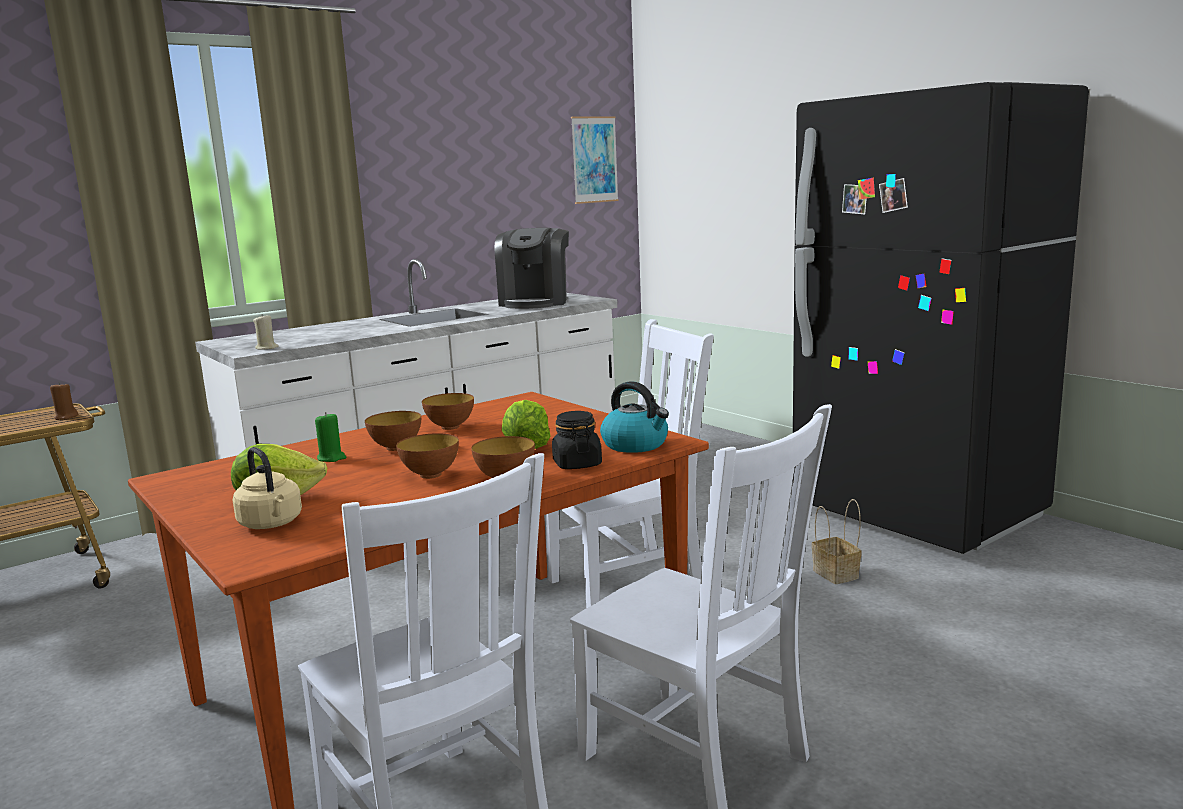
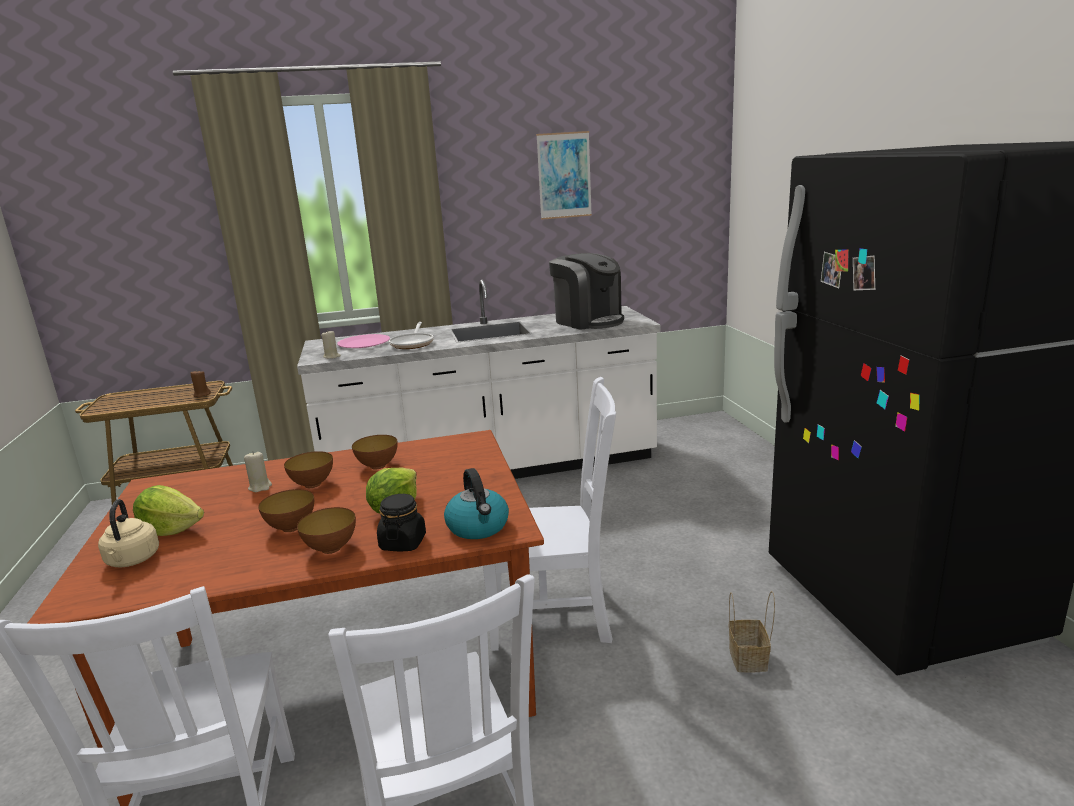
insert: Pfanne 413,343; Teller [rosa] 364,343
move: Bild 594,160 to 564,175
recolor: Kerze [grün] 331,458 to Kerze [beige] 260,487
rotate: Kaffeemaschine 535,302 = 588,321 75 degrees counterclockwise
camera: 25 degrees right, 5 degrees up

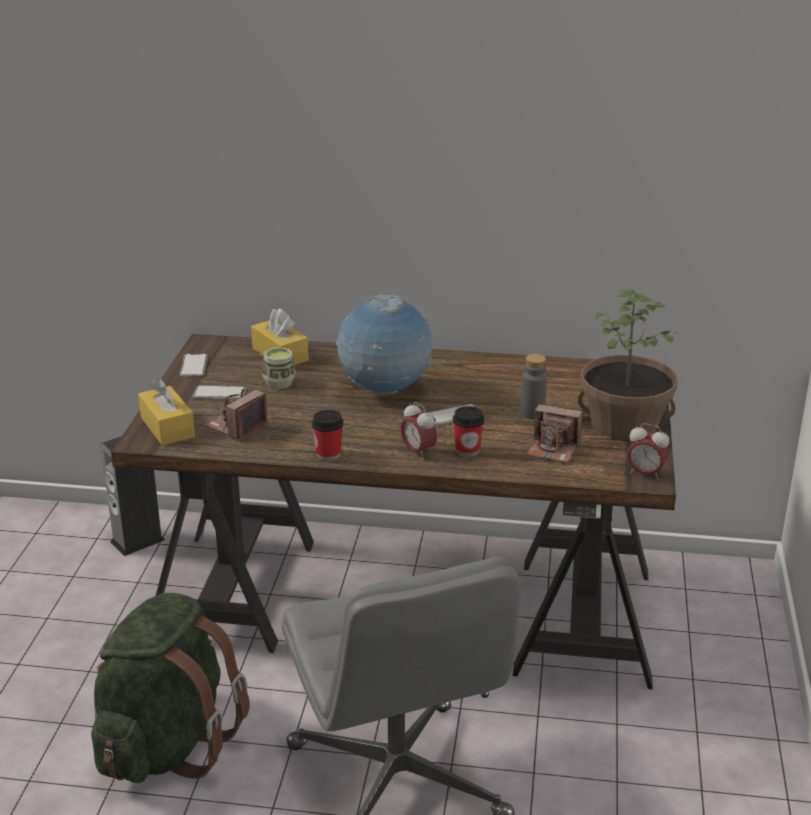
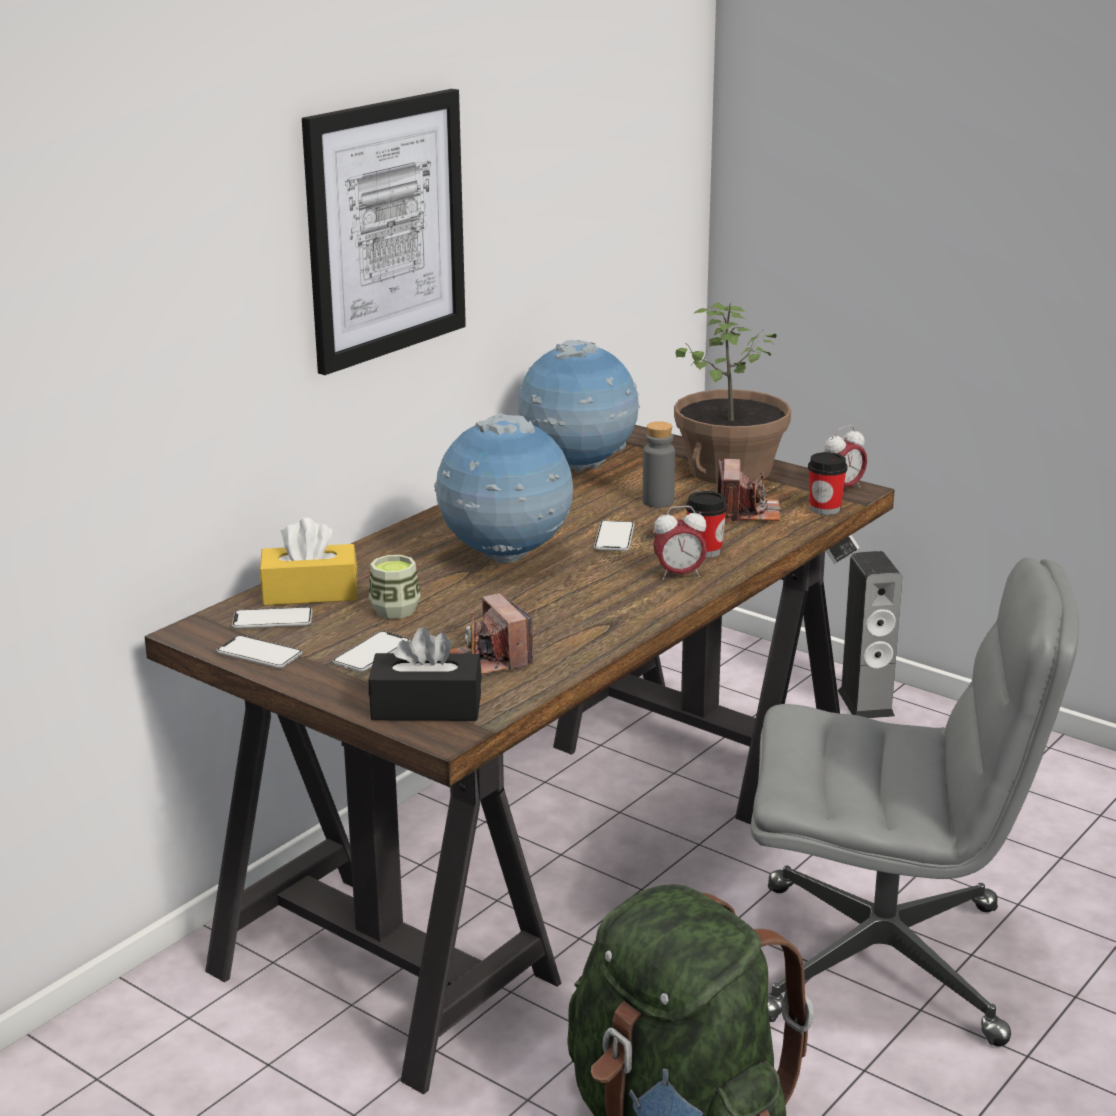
insert: Bild 385,228; Globus 578,468; Handy 272,620
move: Tasse 328,454 to 825,509; Lautsprecher 137,541 to 865,703
recolor: Taschentuchbox [gelb] 167,427 to Taschentuchbox [schwarz] 426,707
rotate: Kamera 553,449 = 747,512 45 degrees counterclockwise
camera: 60 degrees left, 5 degrees down

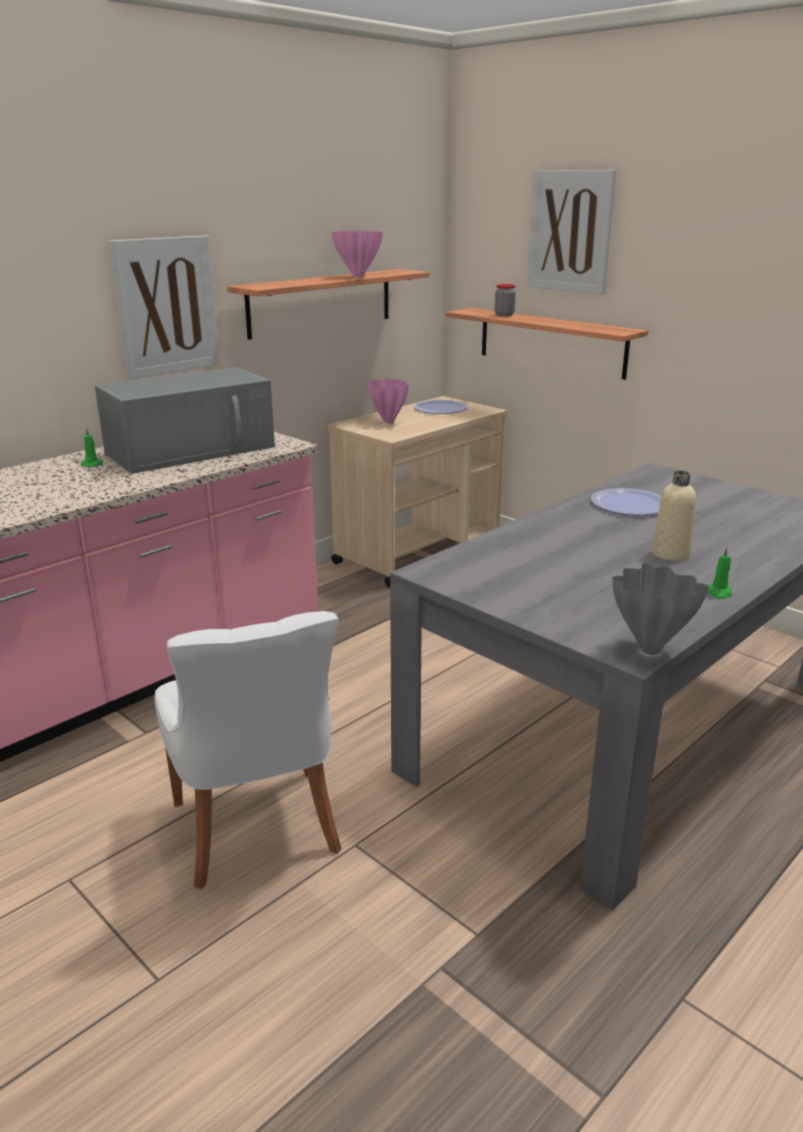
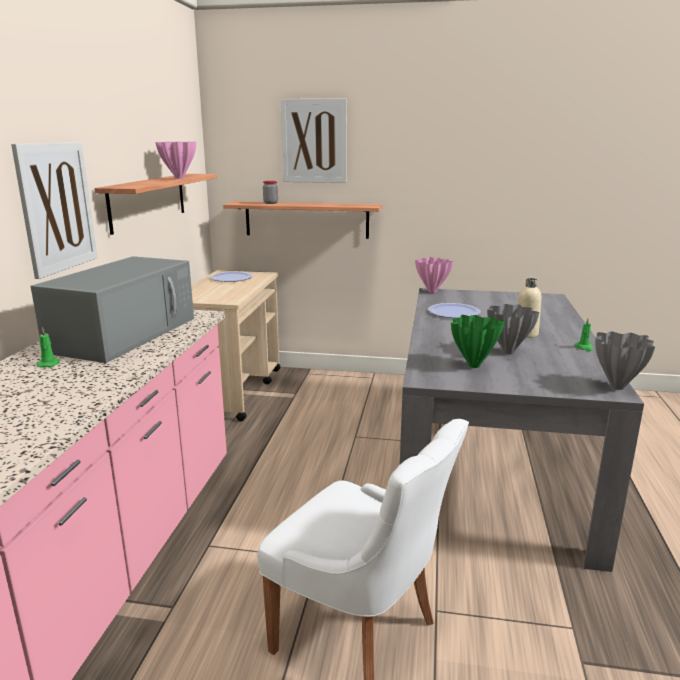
insert: Vase [grau] 508,352; Vase [grün] 473,365
move: Vase [rosa] 388,422 to 431,291
camera: 35 degrees left, 5 degrees down

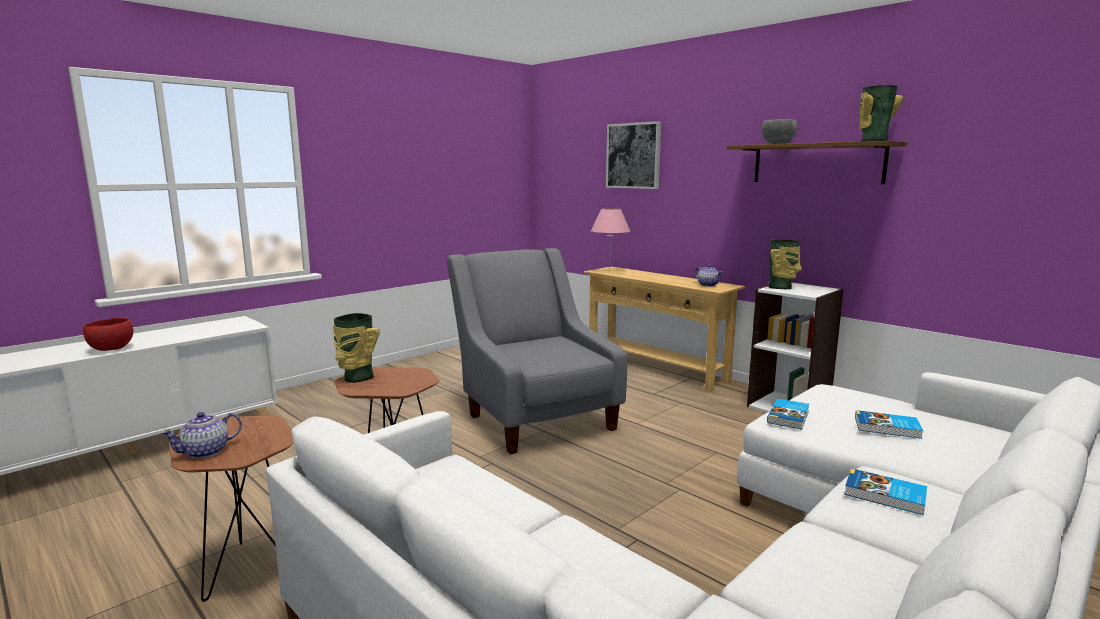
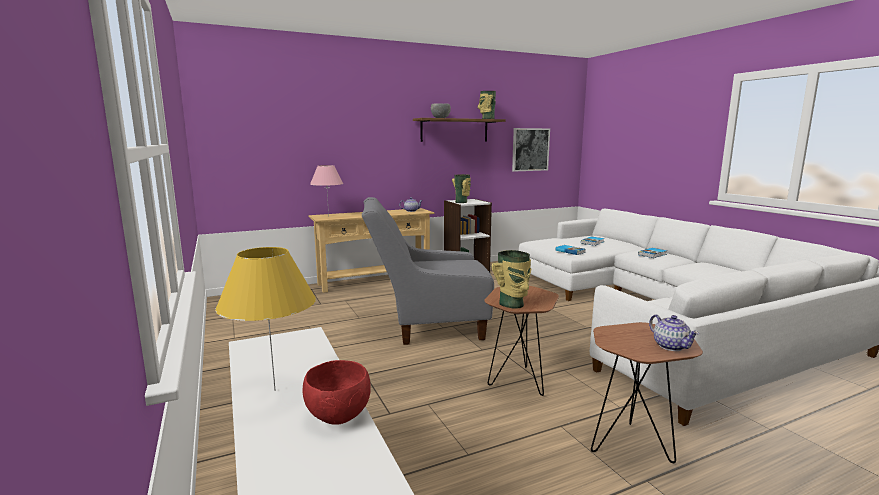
insert: Tischlampe [gelb] 275,390
move: Bild 633,156 to 530,149
camera: 70 degrees left, 0 degrees up

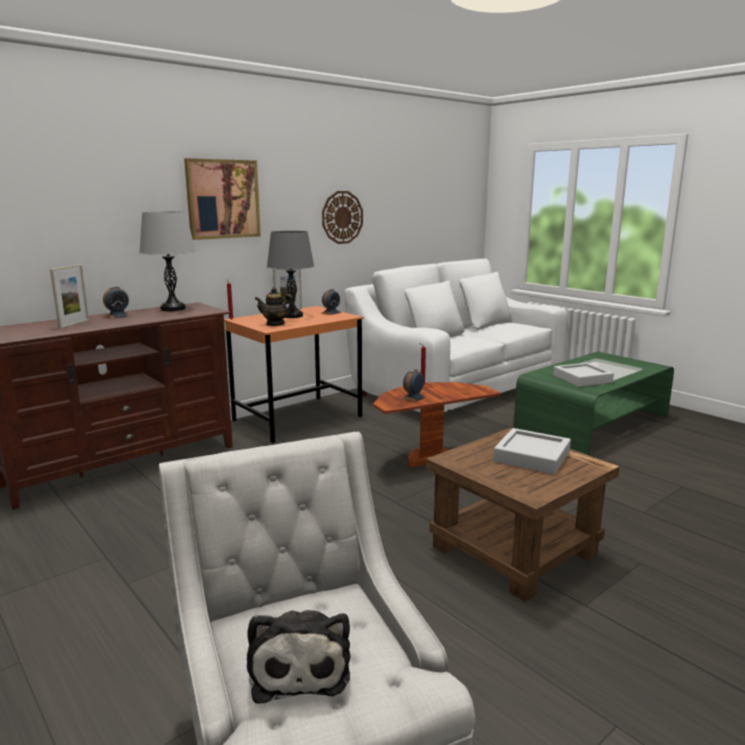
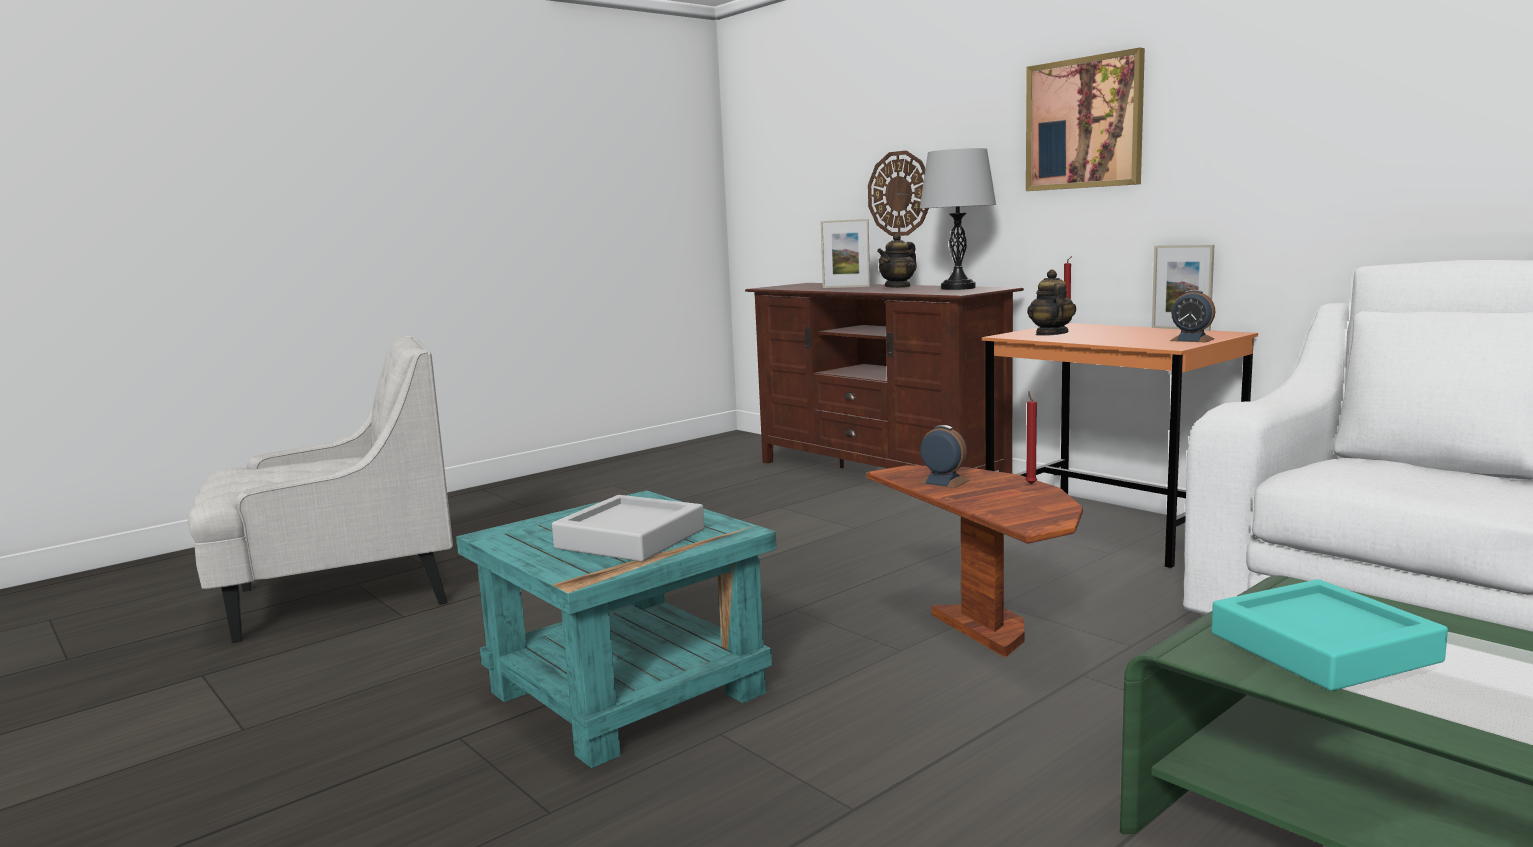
delete: Tischlampe [grau] 292,316; Plüschtier 299,666
move: Wanduhr 342,217 to 899,193
replace: Wecker 117,316 to Teekanne 898,287
recolor: Tablett [grau] 582,379 to Tablett [türkis] 1322,647; Beistelltisch [braun] 516,551 to Beistelltisch [türkis] 625,695
camera: 90 degrees right, 5 degrees down

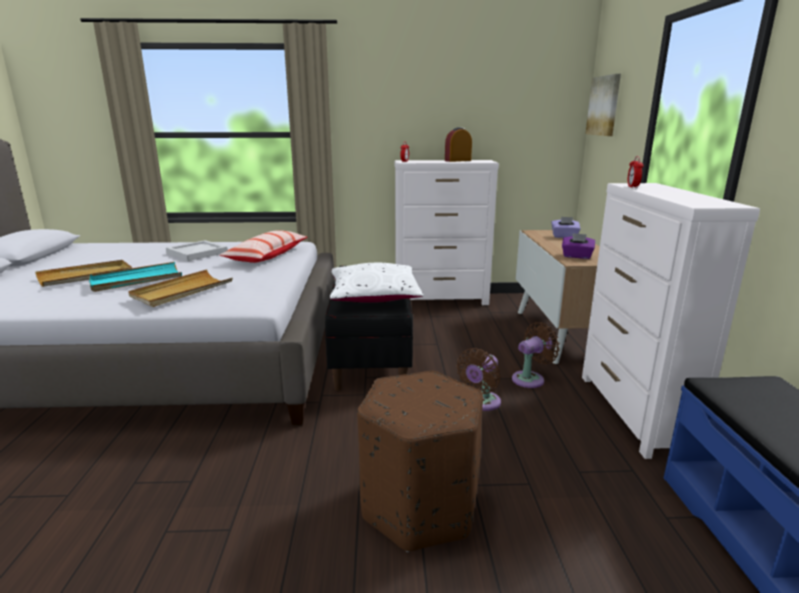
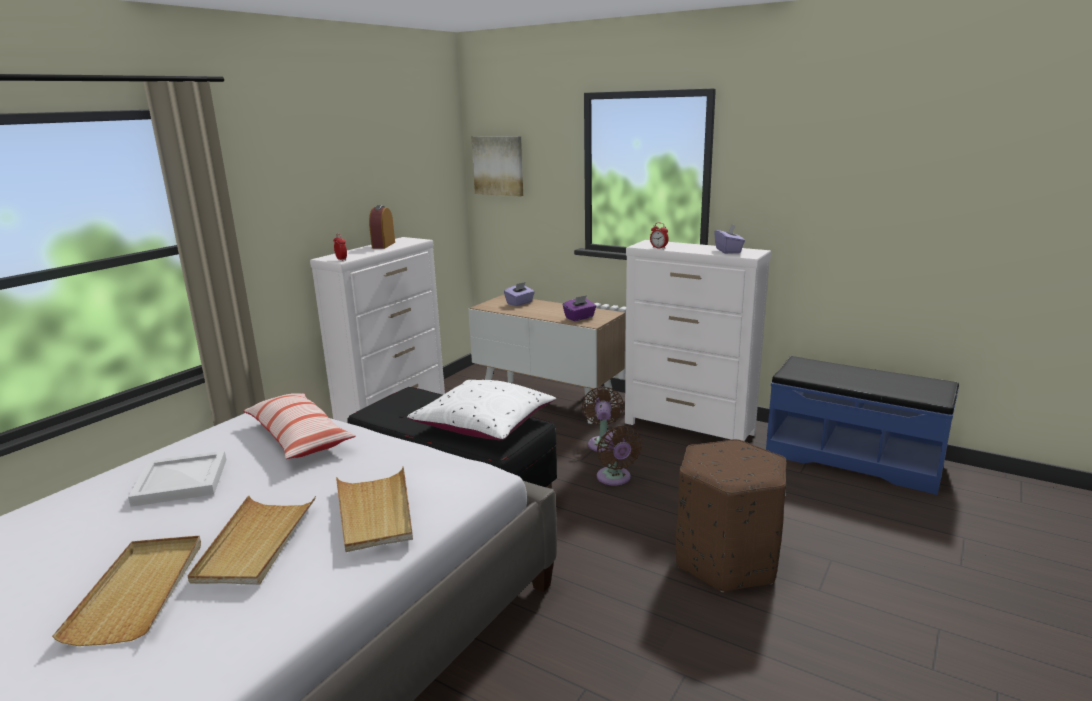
insert: Taschentuchbox [lila] 728,251
recolor: Tablett [türkis] 136,280 to Tablett [beige] 256,543
camera: 55 degrees left, 0 degrees up

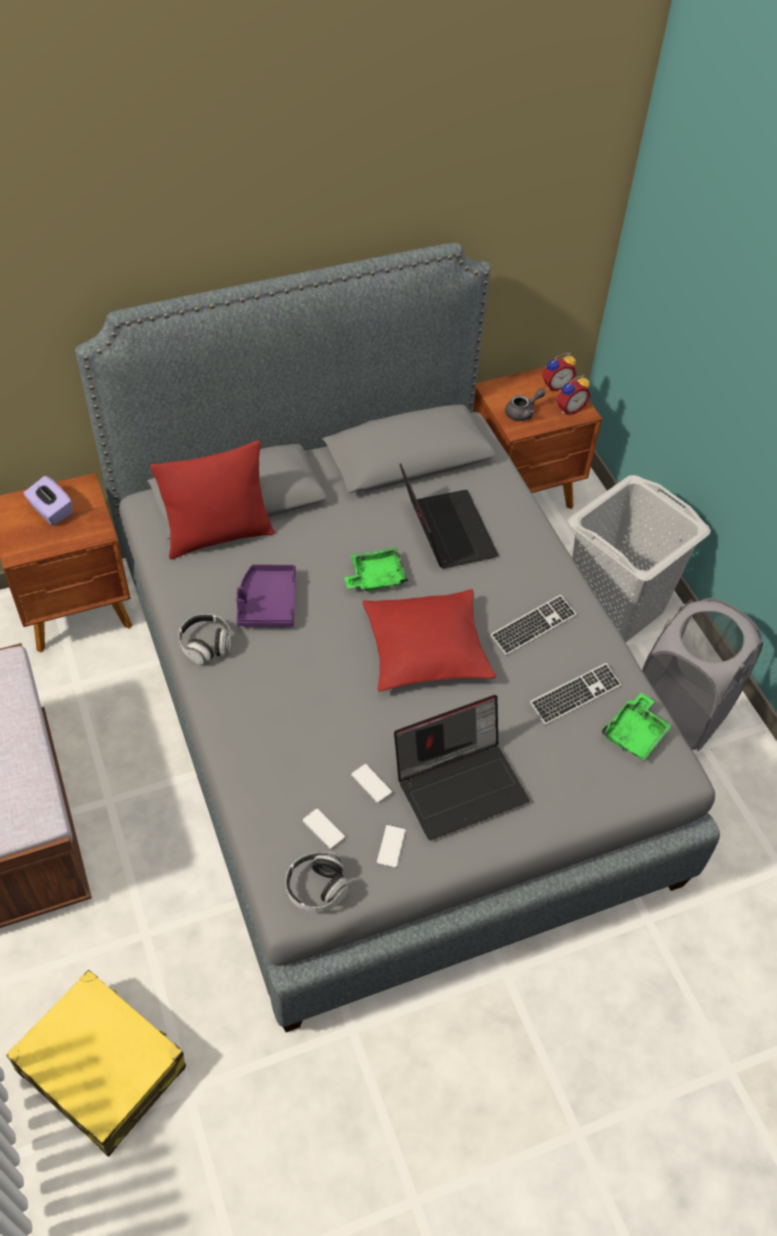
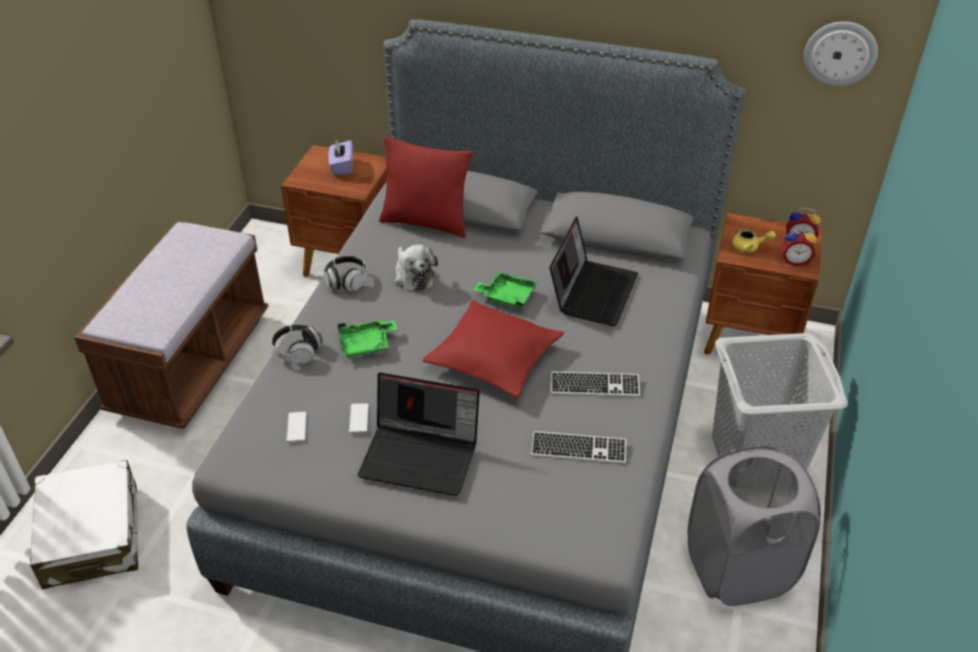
delete: Handy 391,846
insert: Wanduhr 840,53
move: Tablett [grün] 635,733 to 366,345; Kopfhörer 316,888 to 297,351
replace: Tablett [lila] 267,603 to Plüschtier 413,276
recolor: Teekanne [grau] 523,412 to Teekanne [gelb] 749,247; Koffer [gelb] 102,1069 to Koffer [weiß] 92,536
camera: 40 degrees right, 10 degrees down

